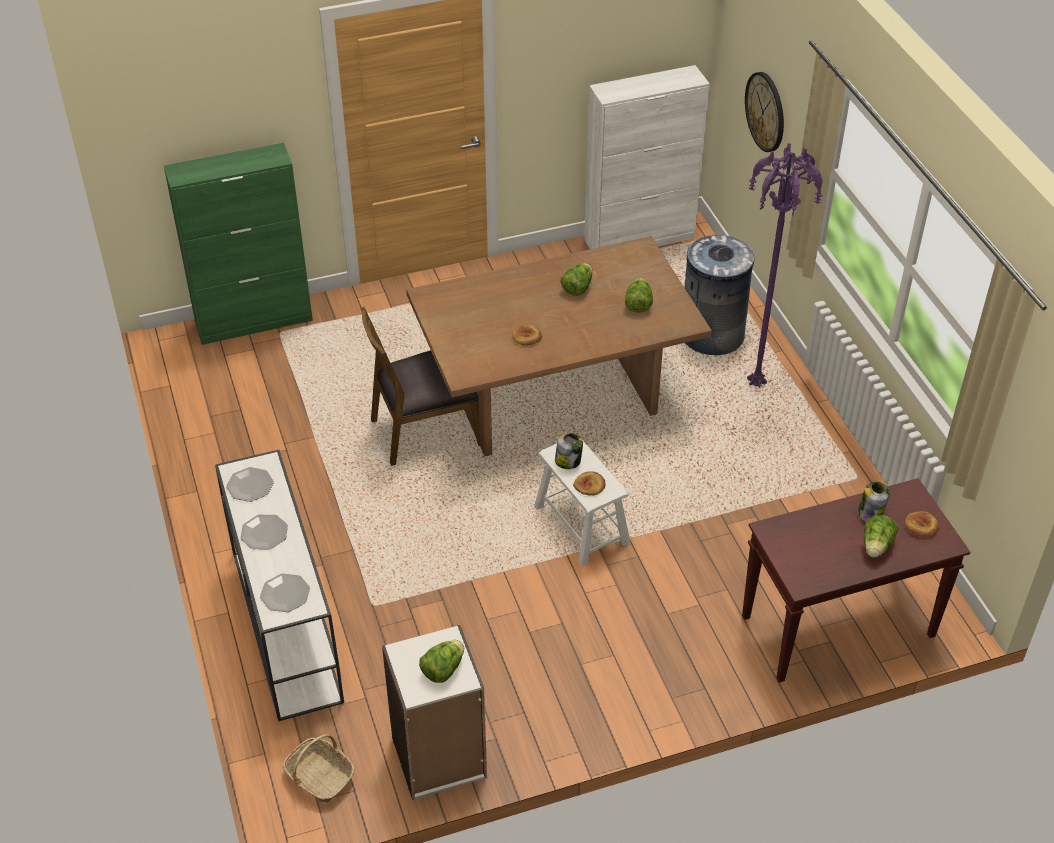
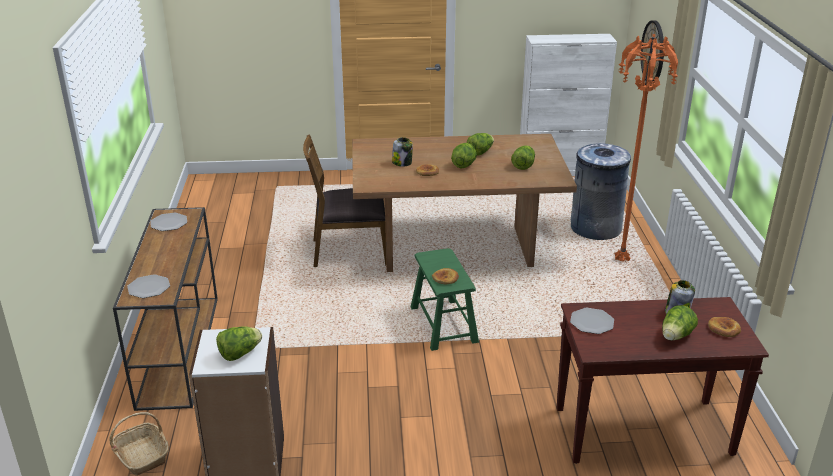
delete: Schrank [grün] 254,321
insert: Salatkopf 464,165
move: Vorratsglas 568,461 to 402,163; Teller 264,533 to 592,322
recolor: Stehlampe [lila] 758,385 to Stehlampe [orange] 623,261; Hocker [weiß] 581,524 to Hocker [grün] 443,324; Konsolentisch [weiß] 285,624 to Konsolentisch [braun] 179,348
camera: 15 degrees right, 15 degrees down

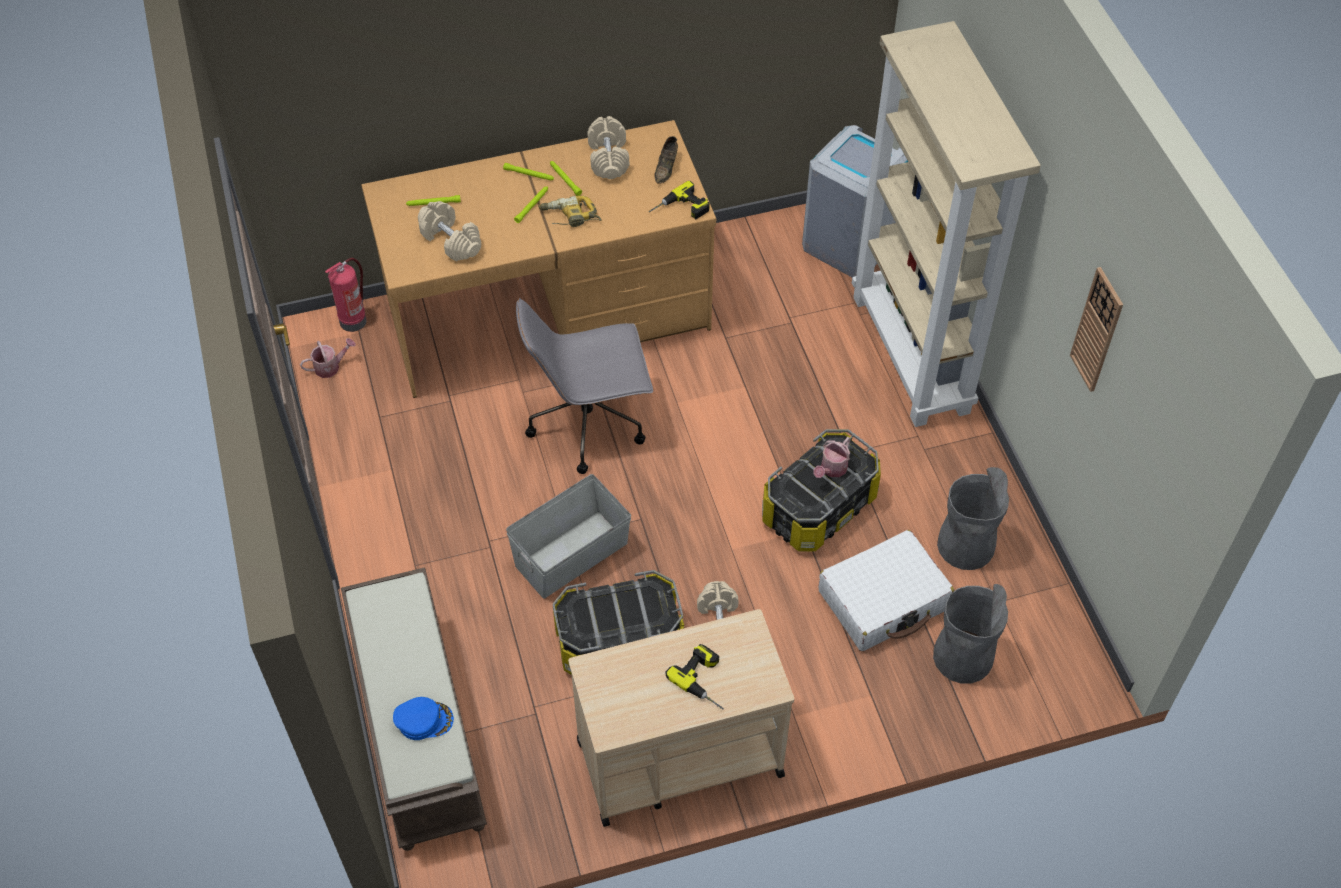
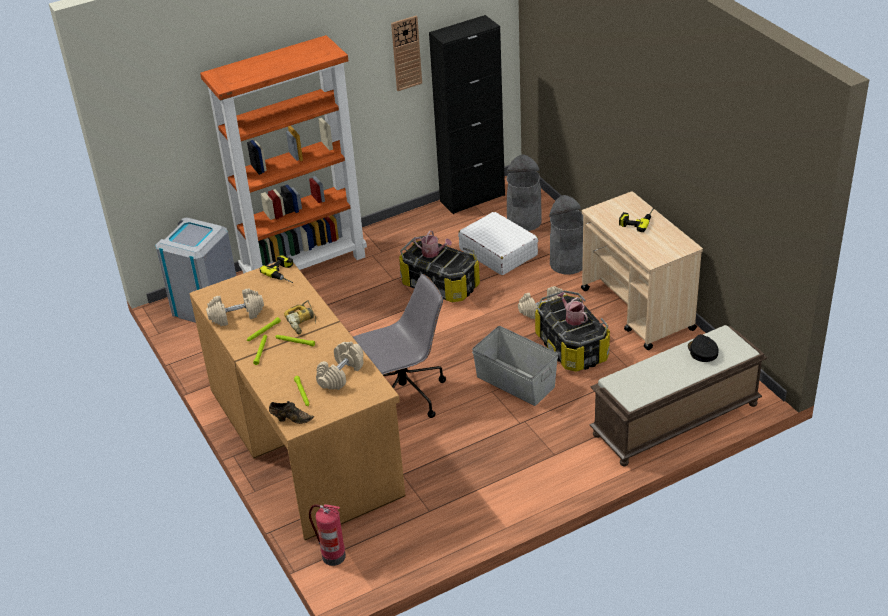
insert: Schrank [schwarz] 472,198
move: Schuh [braun] 666,168 to 290,419; Gießkanne 330,367 to 572,318; Mülleimer [grau] 966,545 to 567,263
recolor: Bücherregal [beige] 912,354 to Bücherregal [orange] 305,265; Kappe [blau] 424,720 to Kappe [schwarz] 702,351
rotate: Bürostuhl [grau] 589,423 = 402,396 90 degrees counterclockwise
camera: 100 degrees left, 15 degrees down

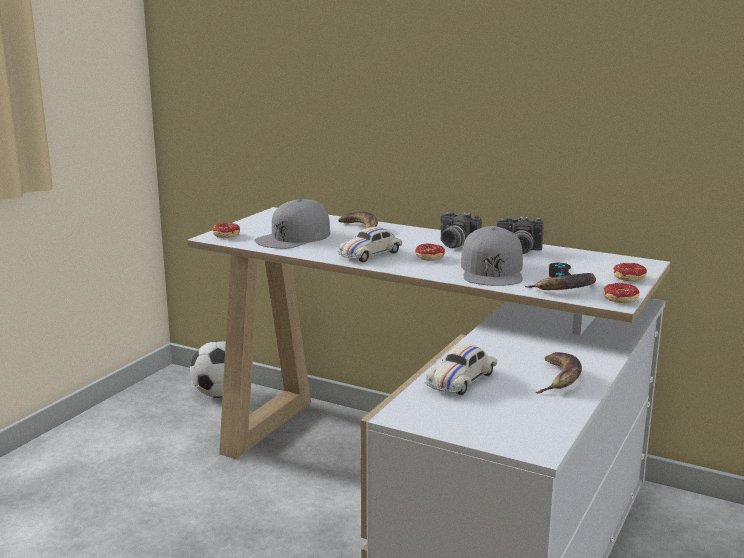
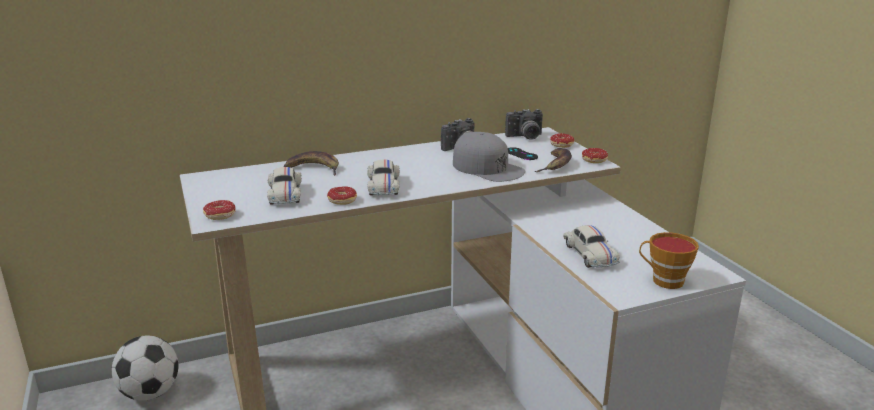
delete: Banane 559,378
insert: Tasse 663,280
move: Kamera 455,245 to 525,137; Donut 424,257 to 338,202
replace: Kappe [grau] 294,237 to Spielzeugauto [weiß] 285,194
camera: 50 degrees left, 5 degrees up

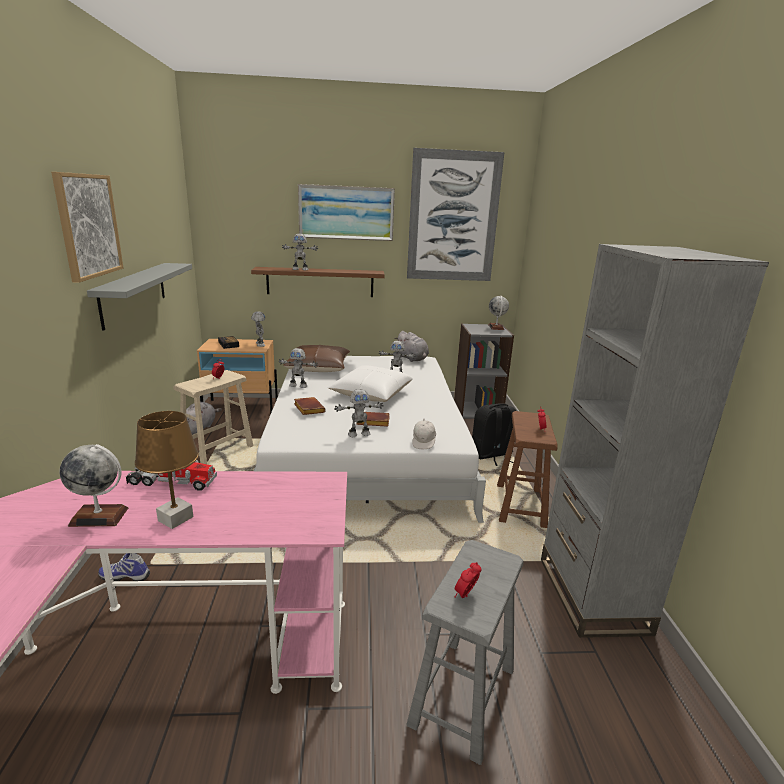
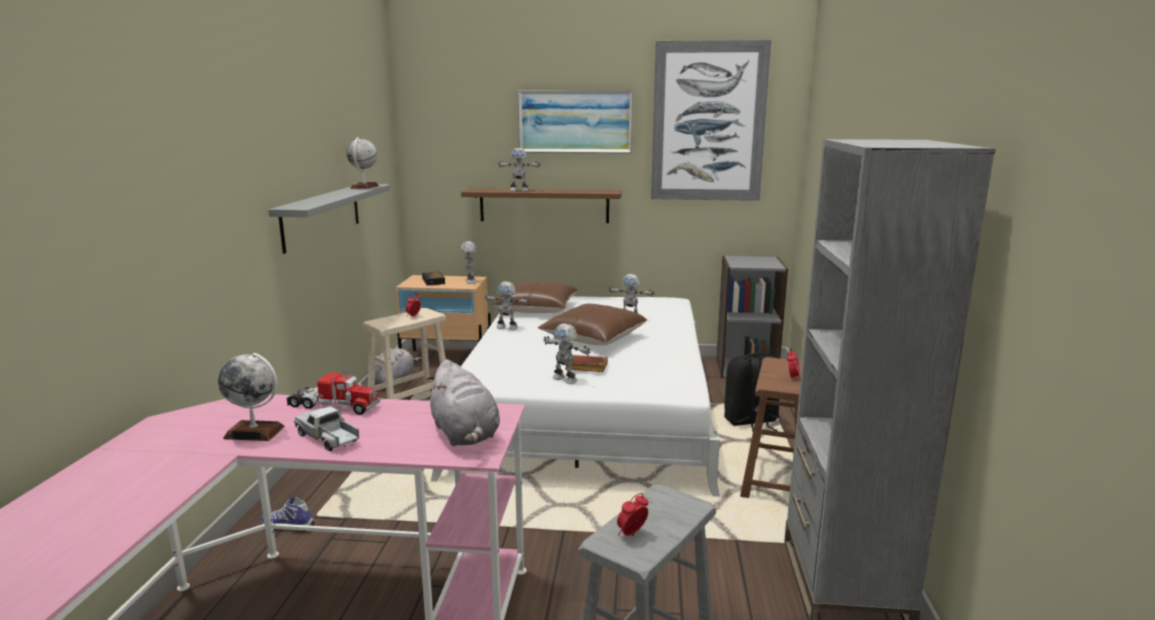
delete: Bild 88,225; Buch [braun] 308,409; Kappe [weiß] 424,442
move: Globus 496,327 to 364,187; Plüschtier [grau] 412,359 to 465,435
replace: Tischlampe [braun] 175,519 to Spielzeuglaster 329,438
recolor: Kissen [weiß] 371,393 to Kissen [braun] 593,337
rotate: Spielzeugroboter 359,434 = 565,379 45 degrees clockwise
camera: 10 degrees right, 5 degrees down

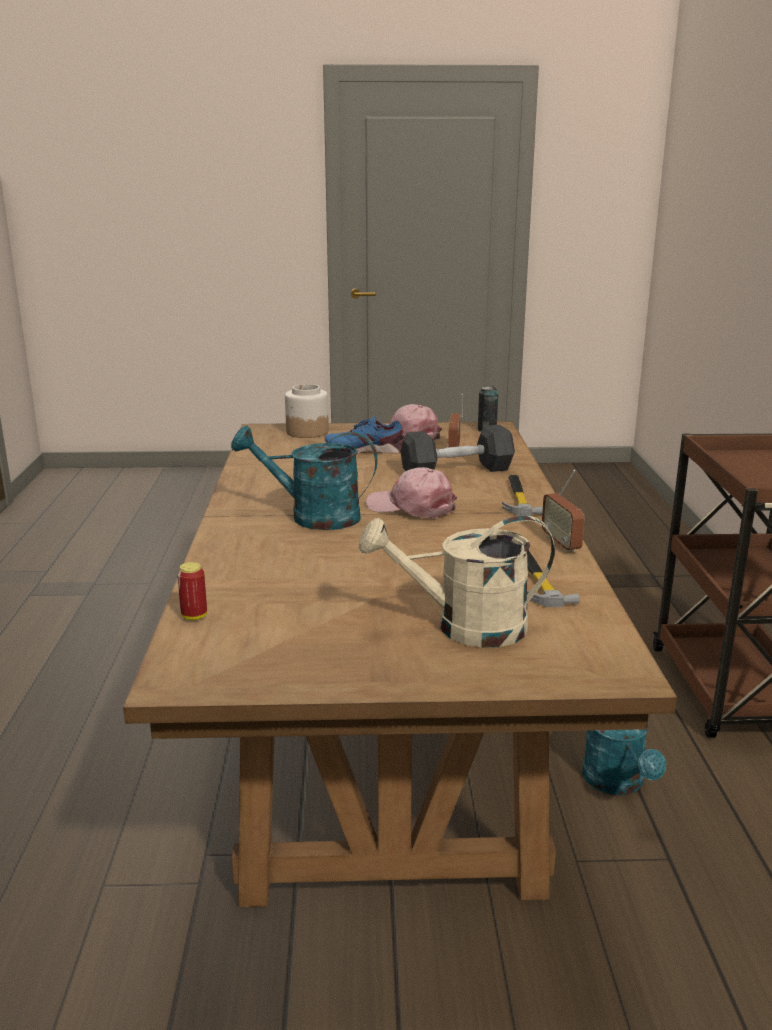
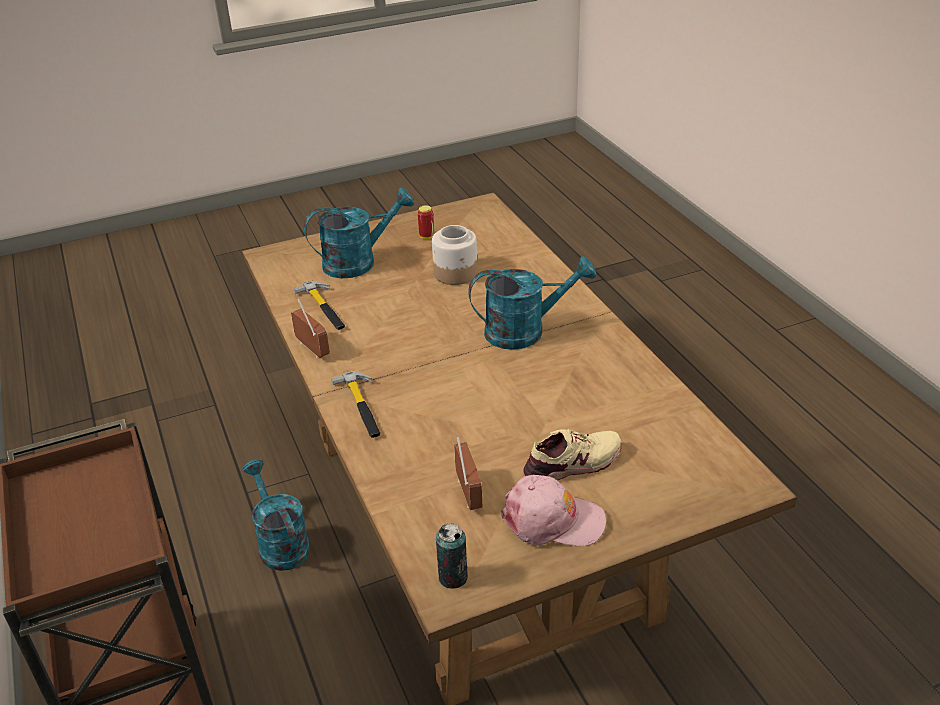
delete: Hantel [grau] 457,471; Kappe [rosa] 412,507
move: Vorratsglas 307,432 to 456,273; Dose 194,616 to 426,236
recolor: Schuh [blau] 366,450 to Schuh [beige] 573,464; Gießkanne [beige] 465,627 to Gießkanne [türkis] 358,262
camera: 160 degrees right, 15 degrees up

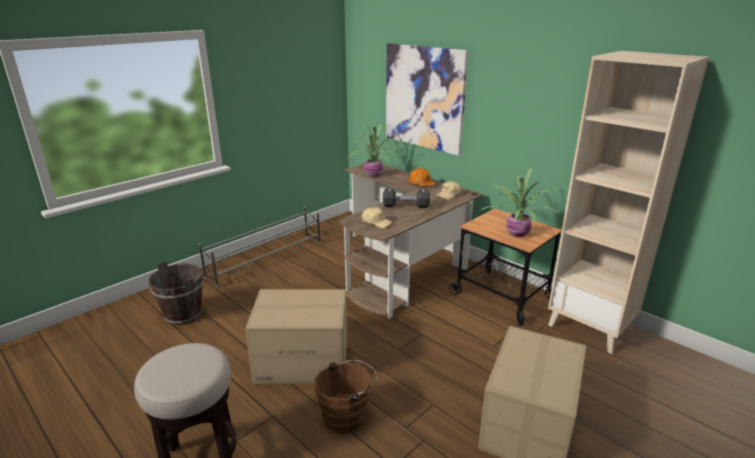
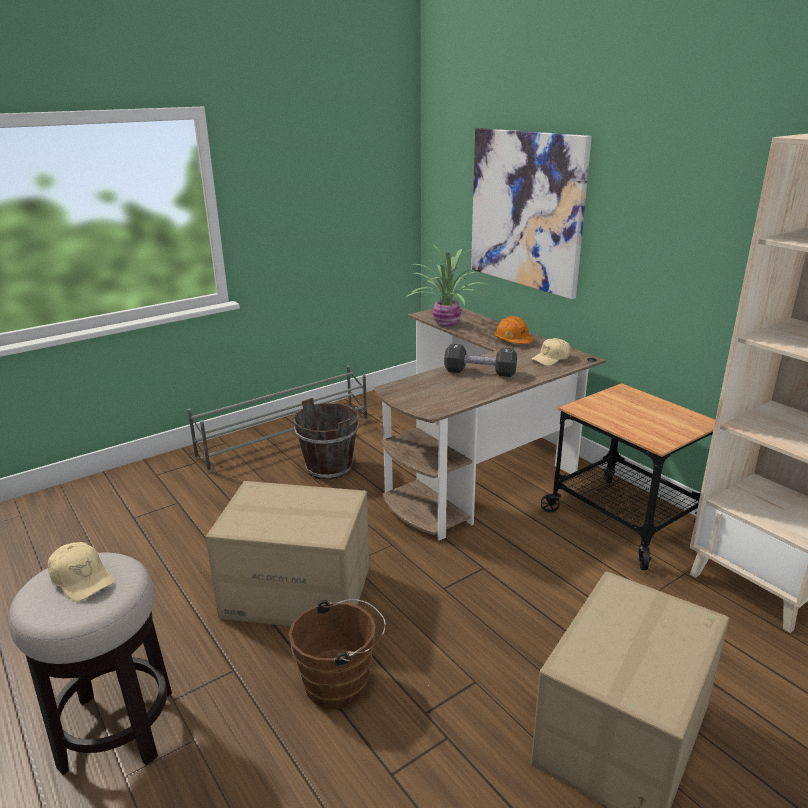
delete: Topfpflanze 516,233
move: Kappe [beige] 376,222 to 82,579; Eimer [braun] 183,314 to 329,468
camera: 10 degrees right, 0 degrees up

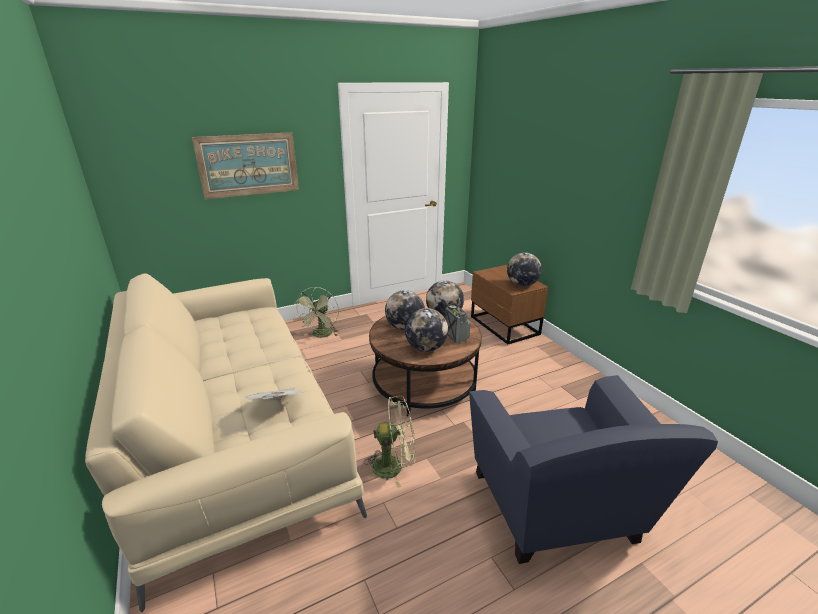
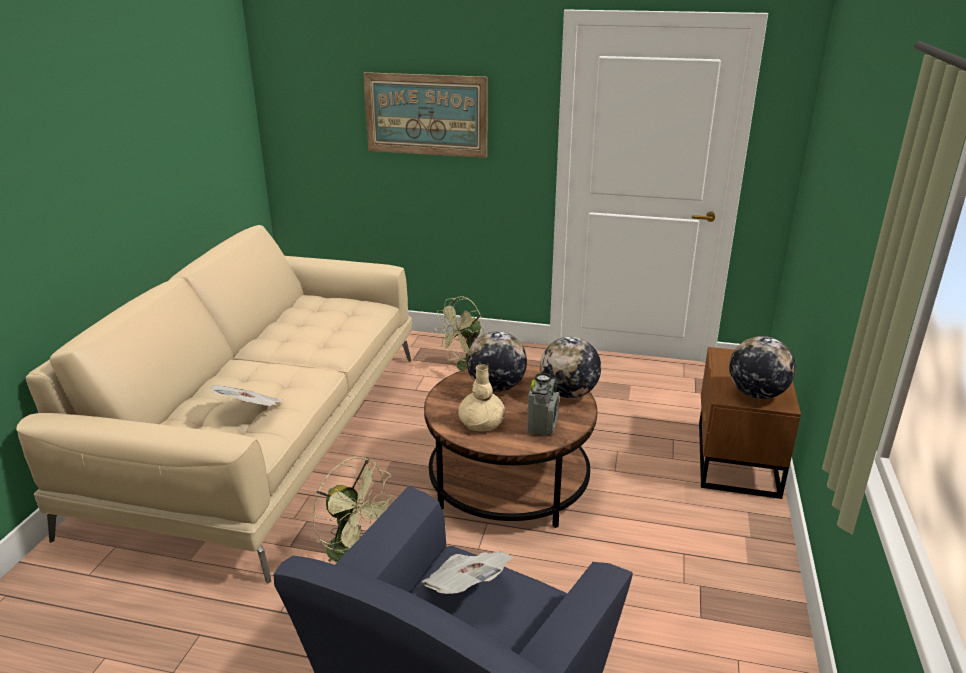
insert: Zeitung 466,587
replace: Globus 426,348 to Vase [beige] 482,422
camera: 40 degrees right, 0 degrees up

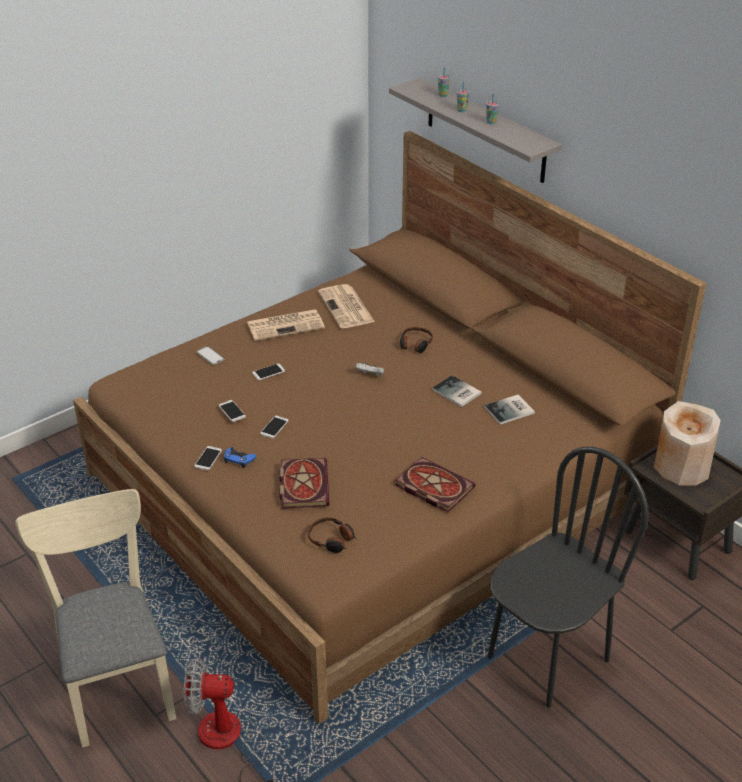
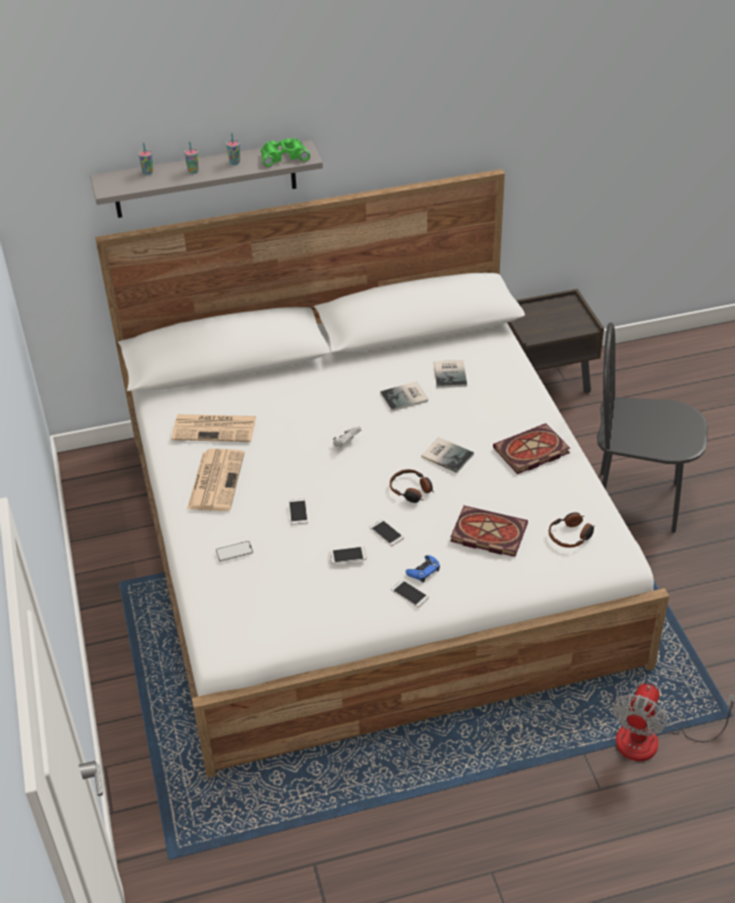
delete: Vase [beige] 681,467; Stuhl [beige] 116,679
insert: Fernglas [grün] 283,156; Buch 447,454
move: Kopfhörer 415,344 to 411,490
recolor: Bett [braun] 372,486 to Bett [weiß] 370,543
rotate: Stuhl [schwarz] 547,658 = 636,502 60 degrees counterclockwise
camera: 65 degrees left, 5 degrees up

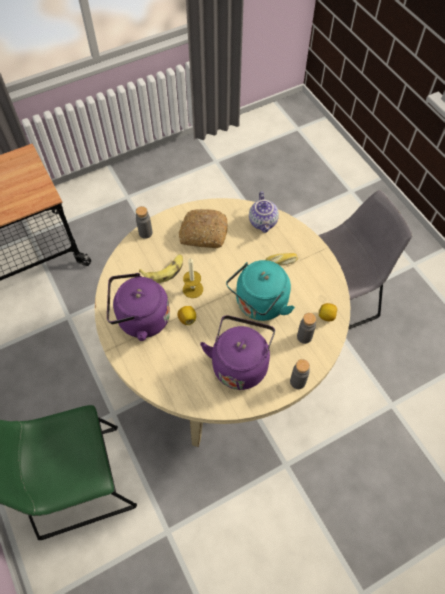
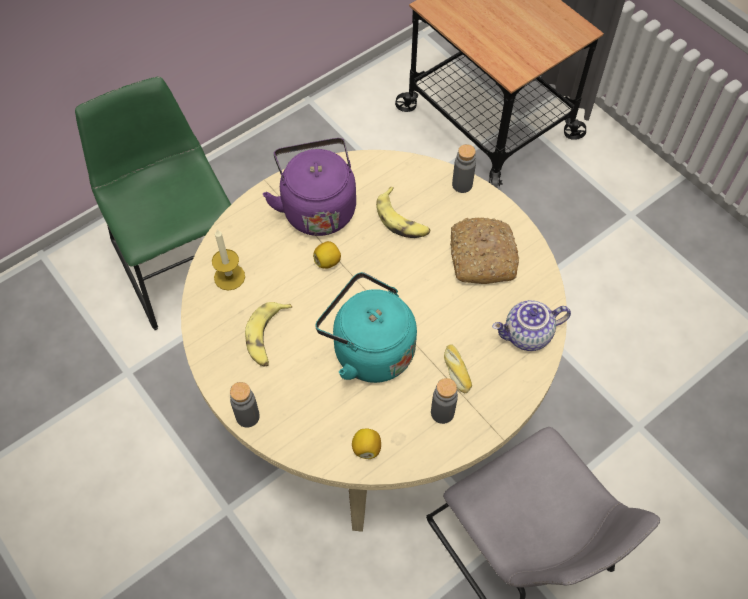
move: Kerze 193,289 to 229,277; Flasche [grau] 304,336 to 442,412
replace: Wasserkessel [lila] 240,363 to Banane 267,337
camera: 80 degrees right, 0 degrees up

